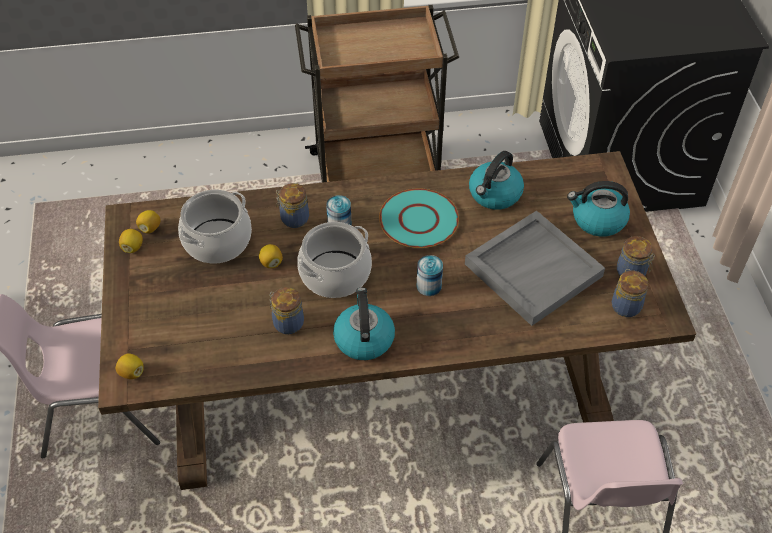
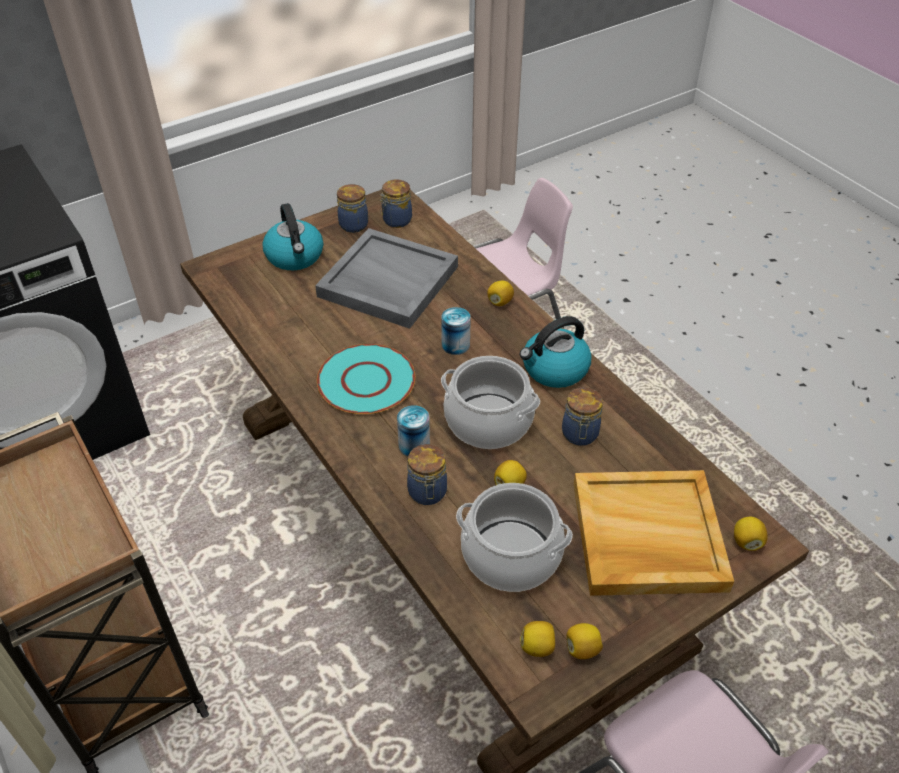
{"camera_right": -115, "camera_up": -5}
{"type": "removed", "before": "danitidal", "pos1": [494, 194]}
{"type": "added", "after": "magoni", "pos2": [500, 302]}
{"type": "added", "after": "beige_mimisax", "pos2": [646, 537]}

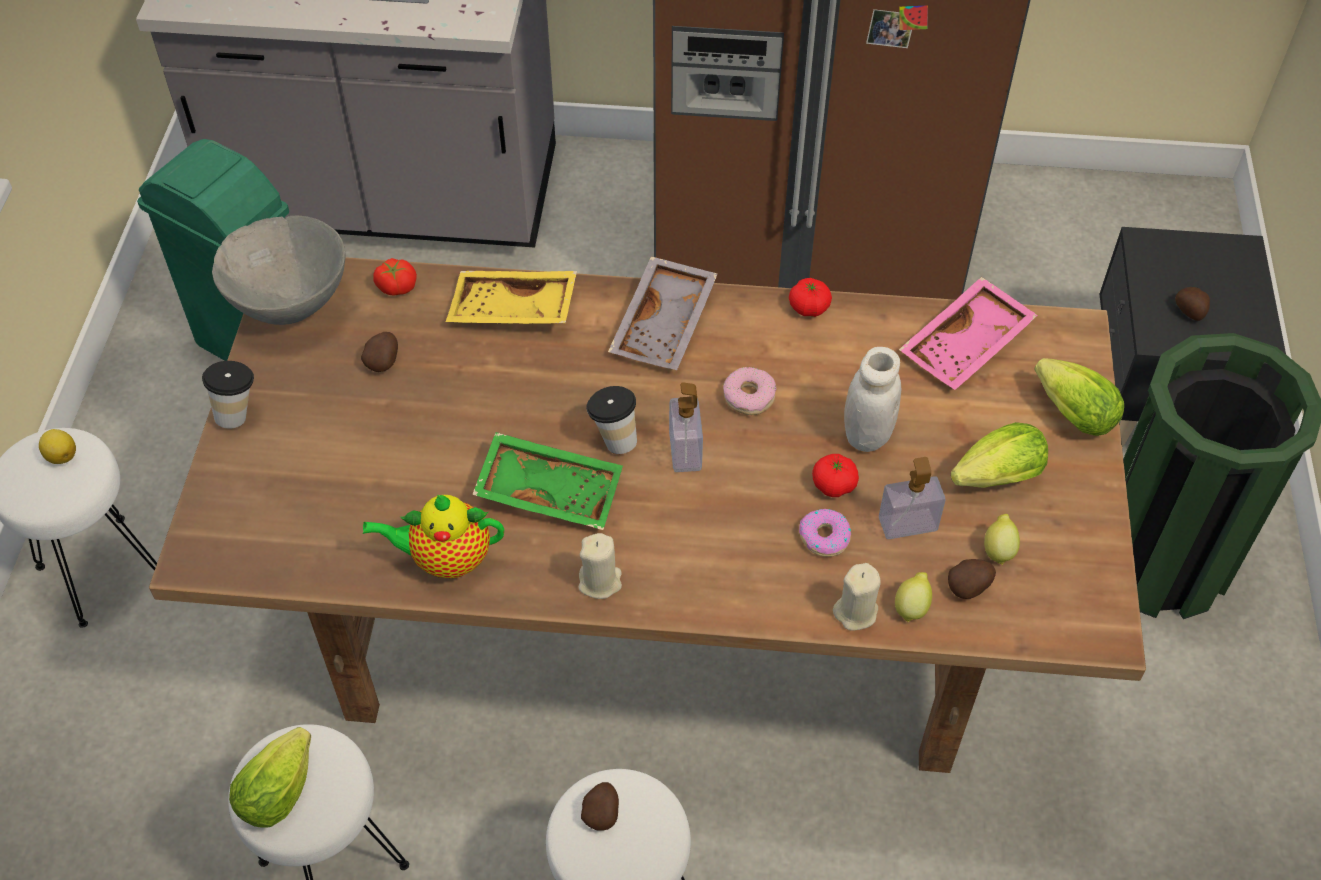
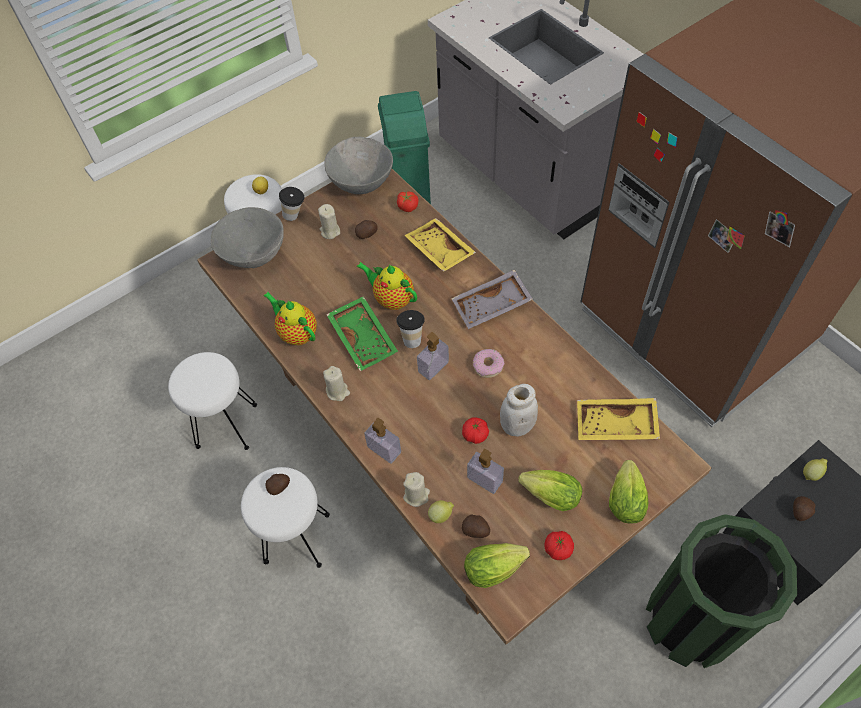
{"camera_right": 50, "camera_up": 5}
{"type": "recoloured", "before": "pink_mimisax", "after": "yellow_mimisax", "pos1": [967, 346], "pos2": [615, 426]}
{"type": "moved", "before": "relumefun", "pos1": [809, 307], "pos2": [558, 548]}
{"type": "removed", "before": "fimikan", "pos1": [824, 537]}
{"type": "moved", "before": "magoni", "pos1": [998, 550], "pos2": [811, 473]}
{"type": "moved", "before": "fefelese", "pos1": [281, 787], "pos2": [497, 567]}
{"type": "added", "after": "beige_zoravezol", "pos2": [330, 231]}
{"type": "added", "after": "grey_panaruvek", "pos2": [254, 257]}
{"type": "added", "after": "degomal", "pos2": [392, 299]}
{"type": "added", "after": "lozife", "pos2": [384, 449]}

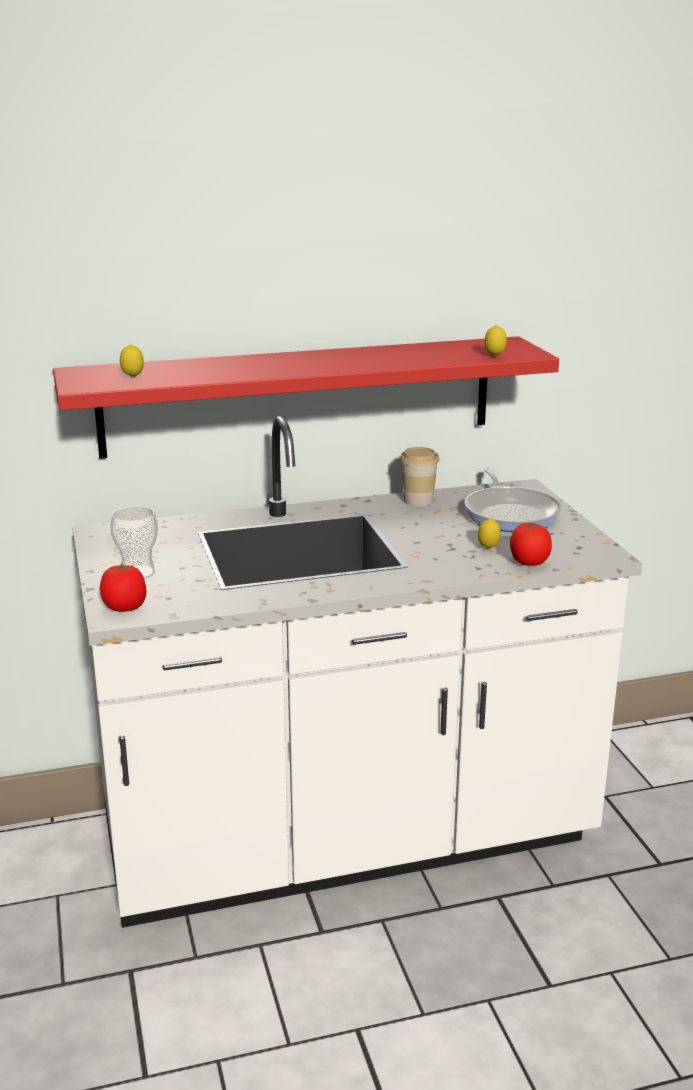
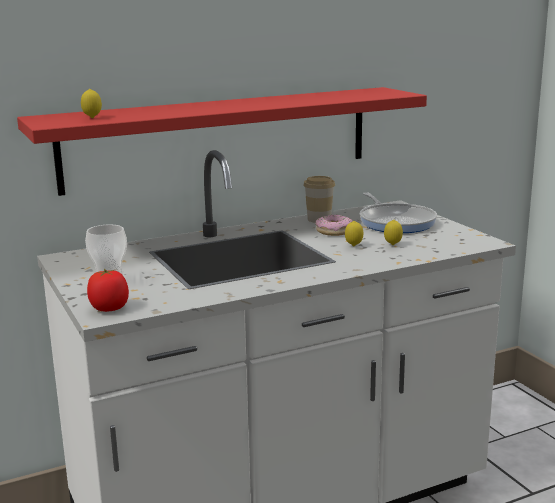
{"camera_right": -10, "camera_up": -5}
{"type": "moved", "before": "magoni", "pos1": [494, 356], "pos2": [353, 246]}
{"type": "removed", "before": "relumefun", "pos1": [528, 563]}
{"type": "added", "after": "fimikan", "pos2": [334, 231]}

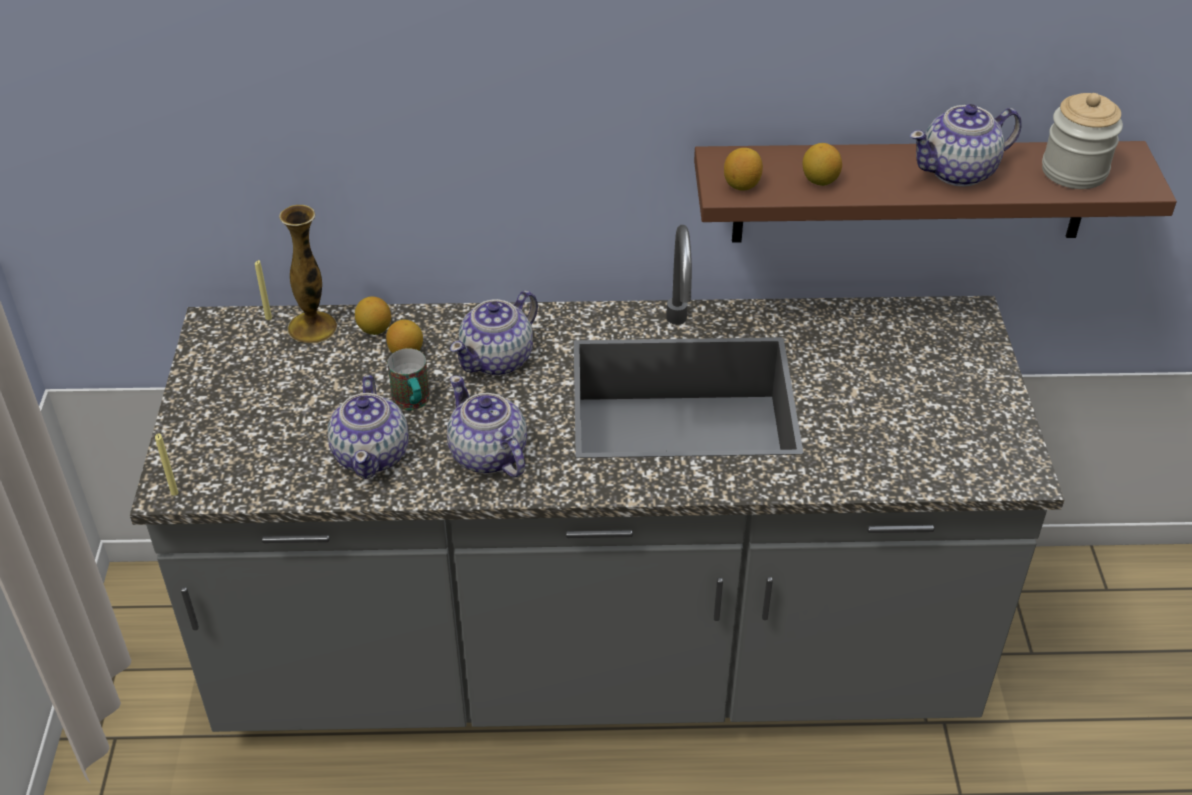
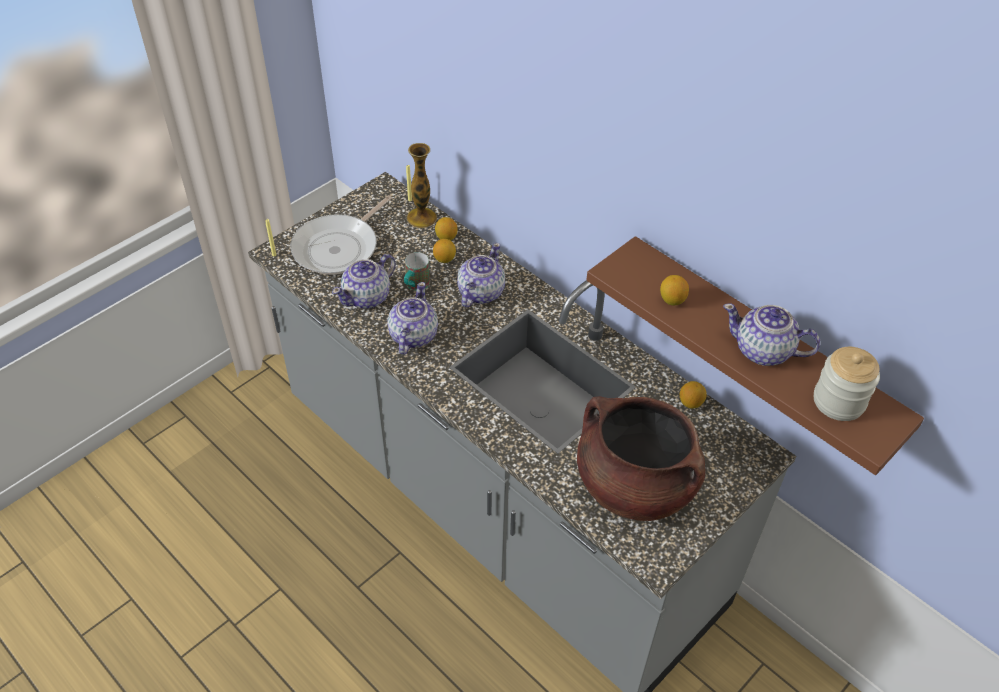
{"camera_right": 45, "camera_up": 5}
{"type": "moved", "before": "magoni", "pos1": [741, 185], "pos2": [690, 403]}
{"type": "turned", "before": "degomal", "pos1": [498, 359], "pos2": [480, 293], "turn": 120}
{"type": "added", "after": "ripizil", "pos2": [339, 247]}
{"type": "added", "after": "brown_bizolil", "pos2": [634, 485]}

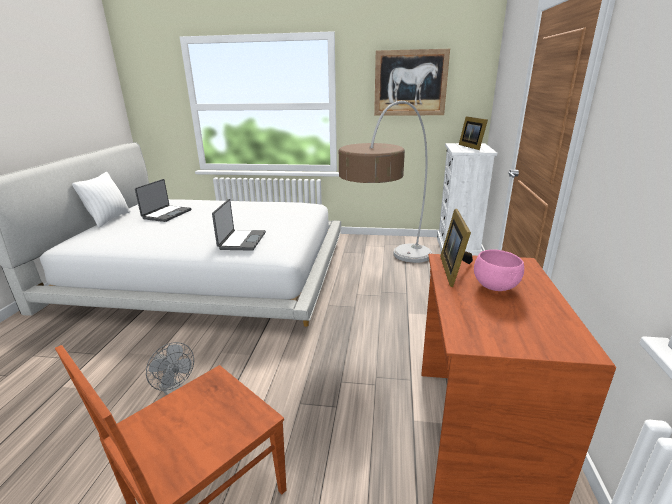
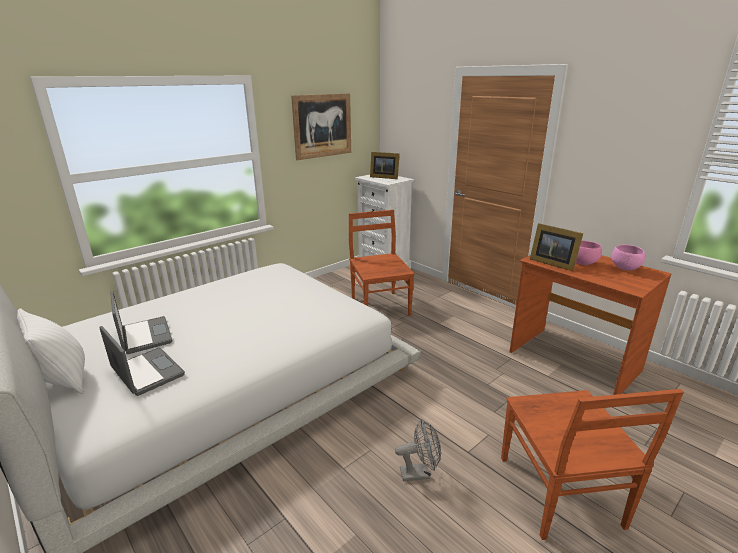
{"camera_right": -50, "camera_up": 0}
{"type": "replaced", "before": "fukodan", "after": "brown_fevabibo", "pos1": [388, 275], "pos2": [380, 305]}
{"type": "moved", "before": "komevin", "pos1": [241, 241], "pos2": [146, 373]}
{"type": "added", "after": "pink_panaruvek", "pos2": [626, 268]}

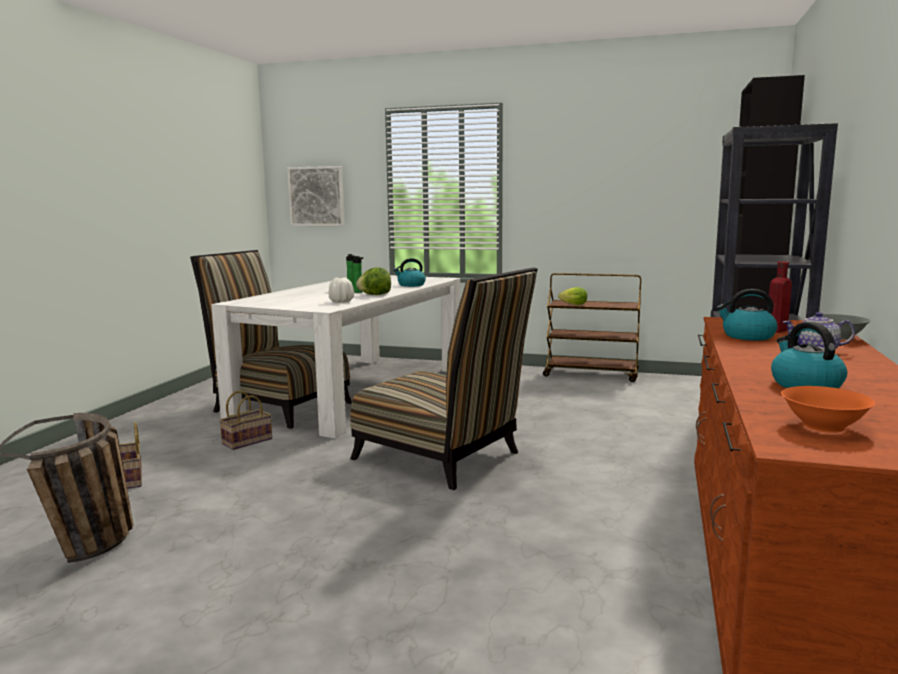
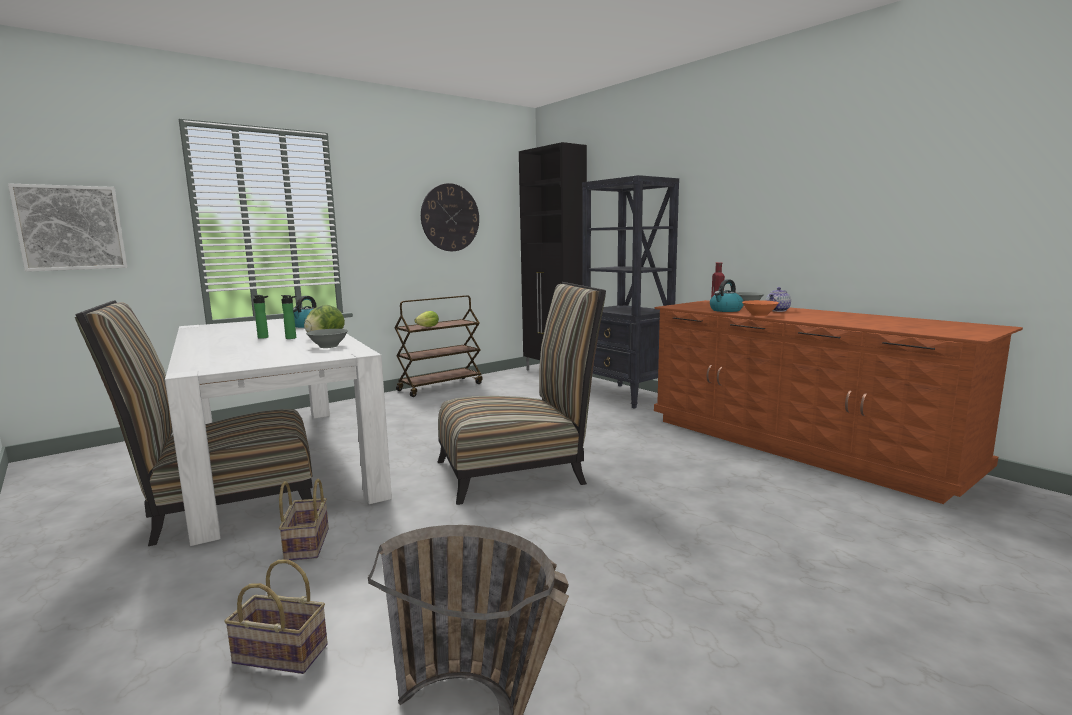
{"camera_right": -55, "camera_up": 0}
{"type": "replaced", "before": "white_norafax", "after": "grey_panaruvek", "pos1": [341, 301], "pos2": [329, 346]}
{"type": "removed", "before": "danitidal", "pos1": [805, 385]}
{"type": "moved", "before": "orange_panaruvek", "pos1": [825, 427], "pos2": [759, 315]}
{"type": "added", "after": "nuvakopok", "pos2": [450, 217]}

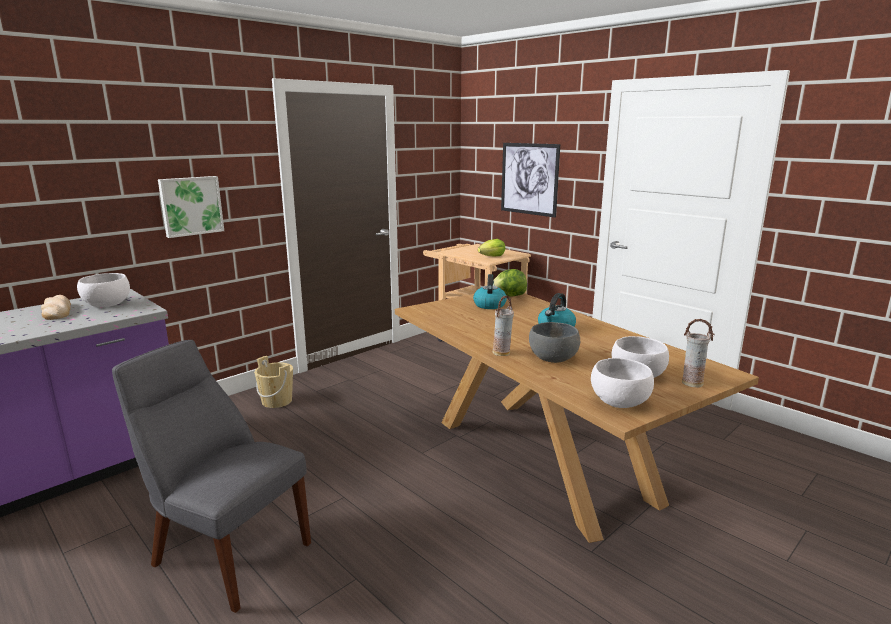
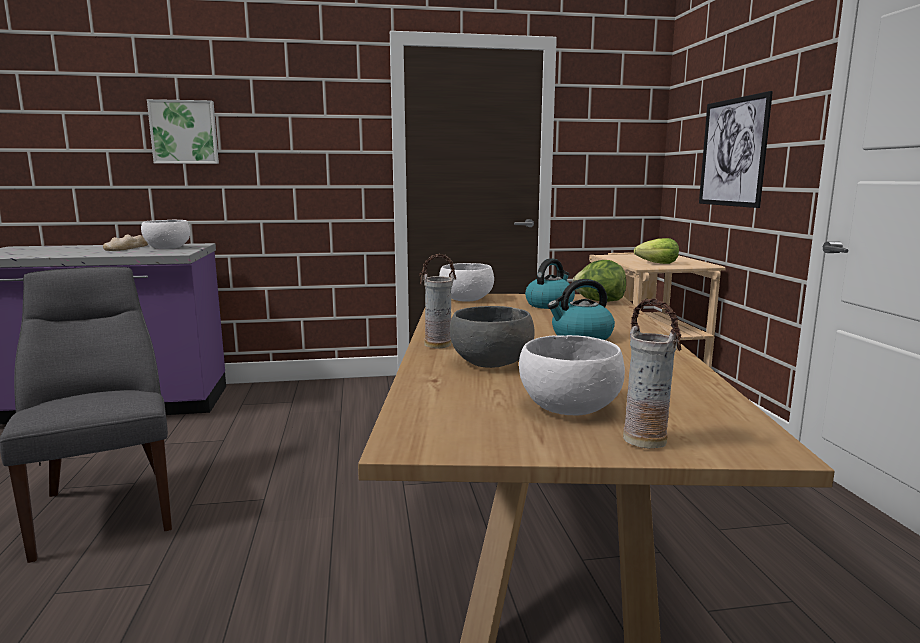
{"camera_right": 35, "camera_up": -5}
{"type": "moved", "before": "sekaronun", "pos1": [191, 206], "pos2": [184, 132]}
{"type": "removed", "before": "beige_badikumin", "pos1": [277, 401]}
{"type": "moved", "before": "white_panaruvek", "pos1": [619, 401], "pos2": [467, 299]}

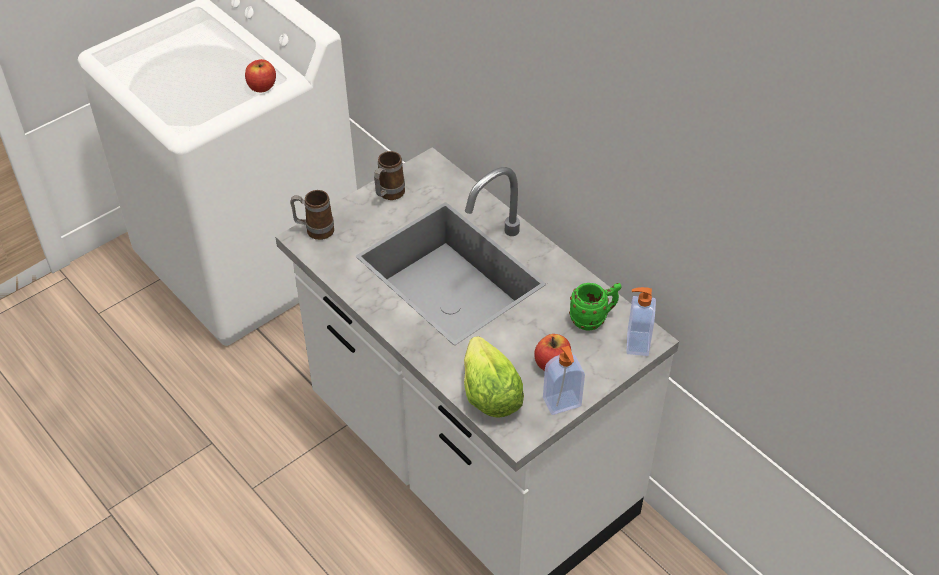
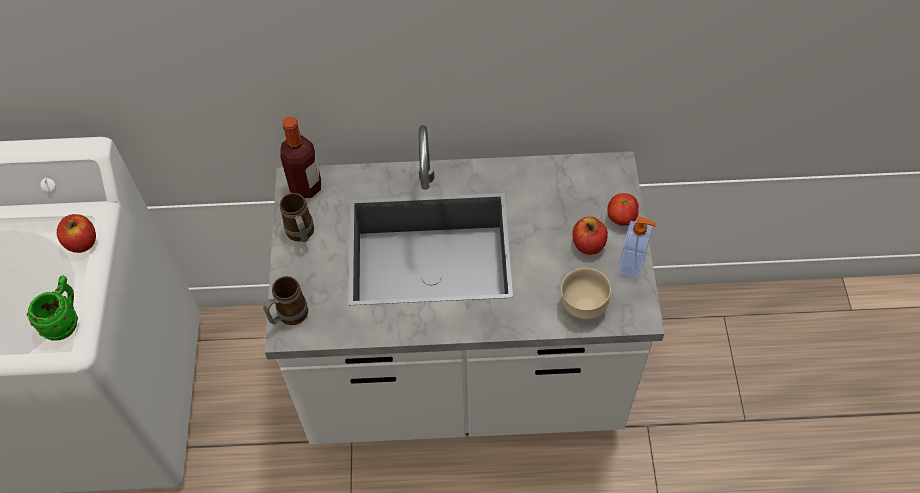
{"camera_right": -50, "camera_up": 10}
{"type": "moved", "before": "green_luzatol", "pos1": [593, 319], "pos2": [65, 321]}
{"type": "removed", "before": "lozife", "pos1": [636, 343]}
{"type": "replaced", "before": "fefelese", "after": "beige_panaruvek", "pos1": [489, 393], "pos2": [583, 306]}
{"type": "added", "after": "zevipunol", "pos2": [306, 187]}
{"type": "added", "after": "relumefun", "pos2": [621, 218]}

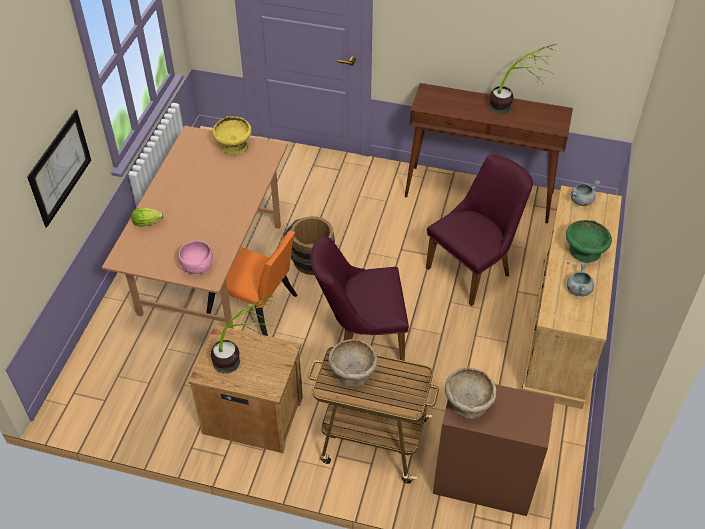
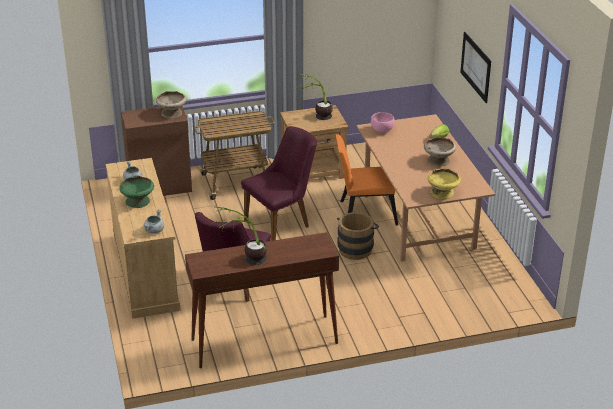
{"camera_right": 150, "camera_up": -15}
{"type": "moved", "before": "beige_panaruvek", "pos1": [352, 373], "pos2": [438, 160]}

